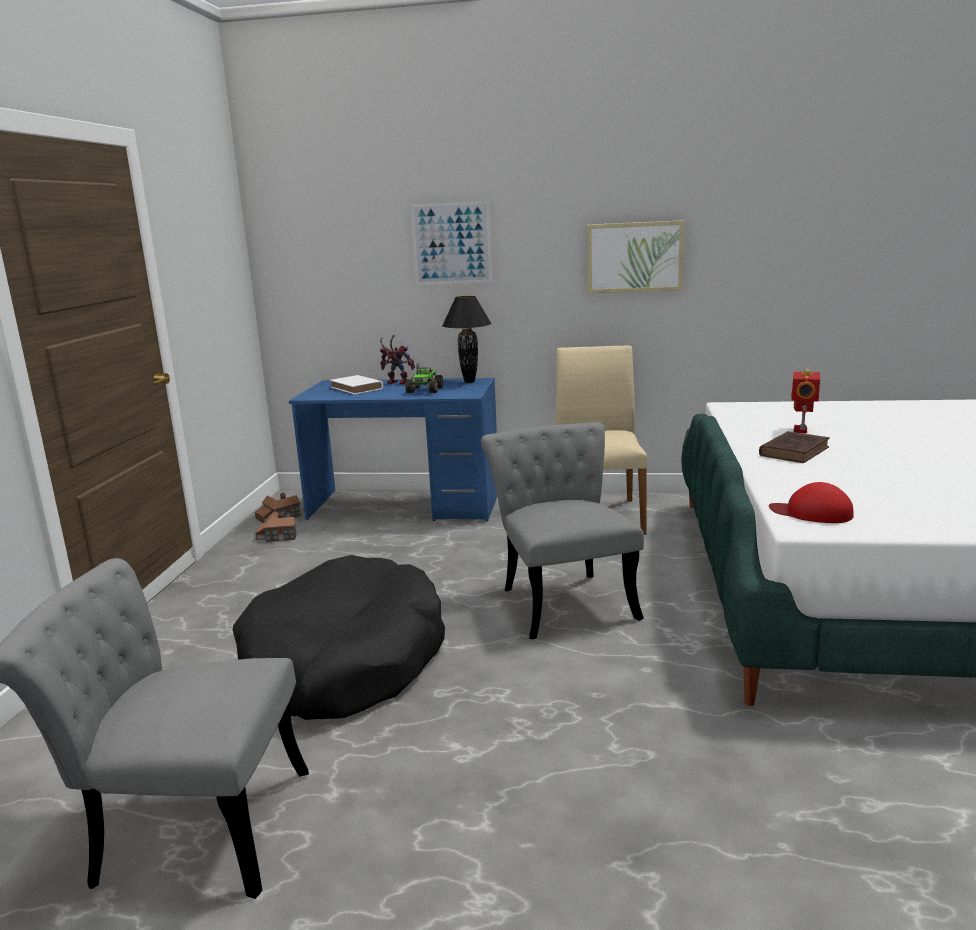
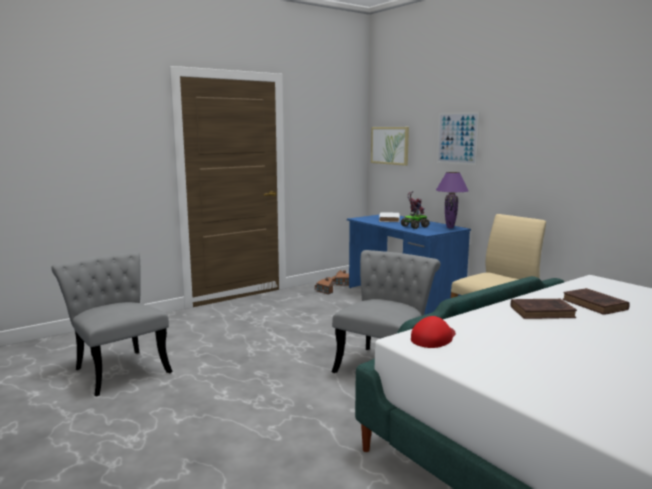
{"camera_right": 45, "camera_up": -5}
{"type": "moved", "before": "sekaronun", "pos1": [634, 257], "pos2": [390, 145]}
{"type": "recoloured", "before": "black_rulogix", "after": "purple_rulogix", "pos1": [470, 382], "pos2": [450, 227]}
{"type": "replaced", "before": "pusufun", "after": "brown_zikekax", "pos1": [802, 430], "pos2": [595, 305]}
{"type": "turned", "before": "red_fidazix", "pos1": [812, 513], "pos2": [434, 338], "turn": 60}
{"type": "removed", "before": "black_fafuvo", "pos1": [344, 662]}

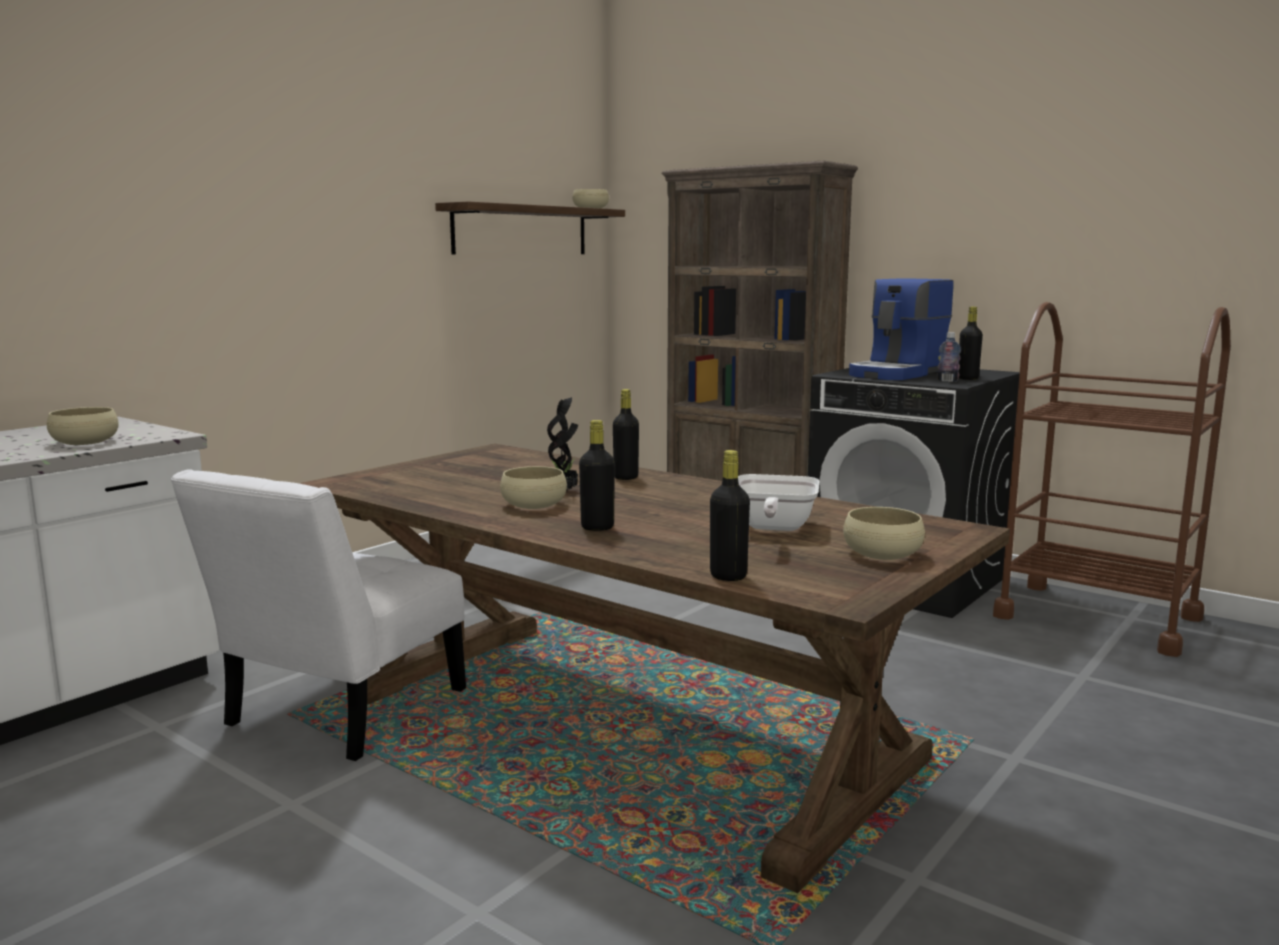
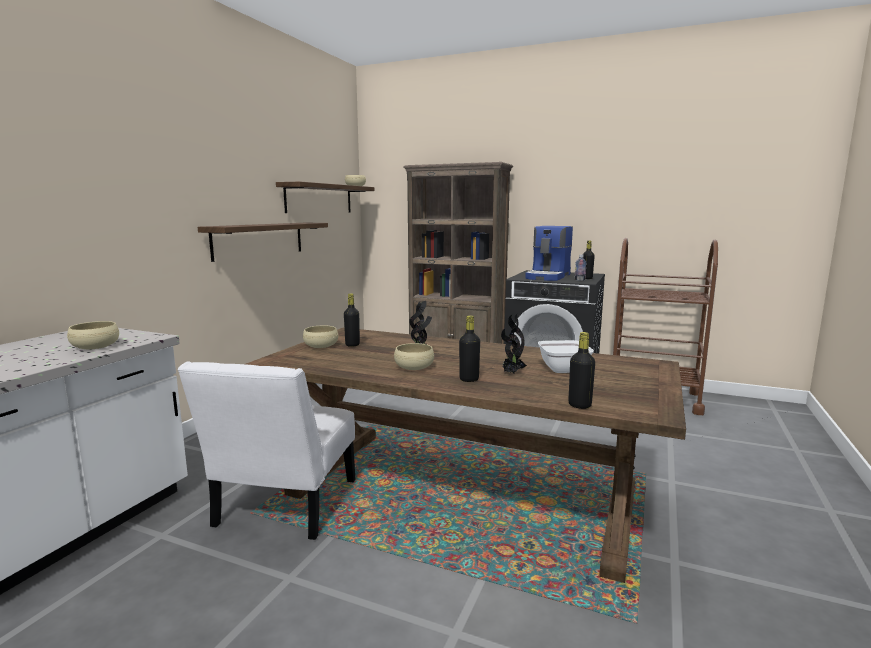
{"camera_right": -15, "camera_up": 0}
{"type": "moved", "before": "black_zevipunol", "pos1": [626, 477], "pos2": [352, 345]}
{"type": "moved", "before": "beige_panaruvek", "pos1": [882, 553], "pos2": [321, 345]}
{"type": "added", "after": "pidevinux", "pos2": [259, 240]}
{"type": "added", "after": "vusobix", "pos2": [511, 373]}

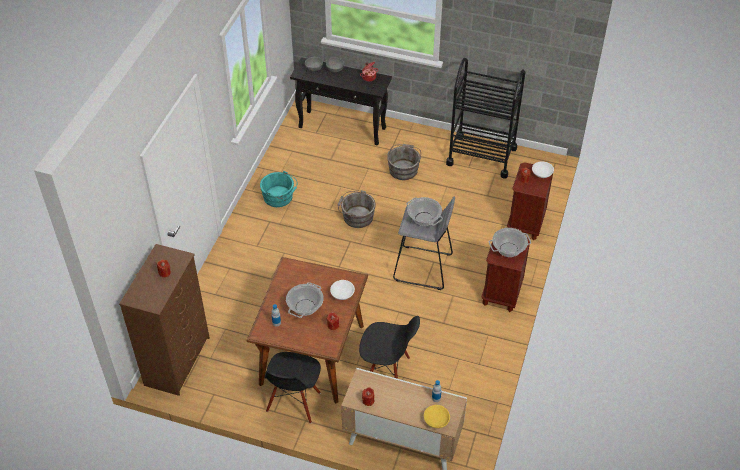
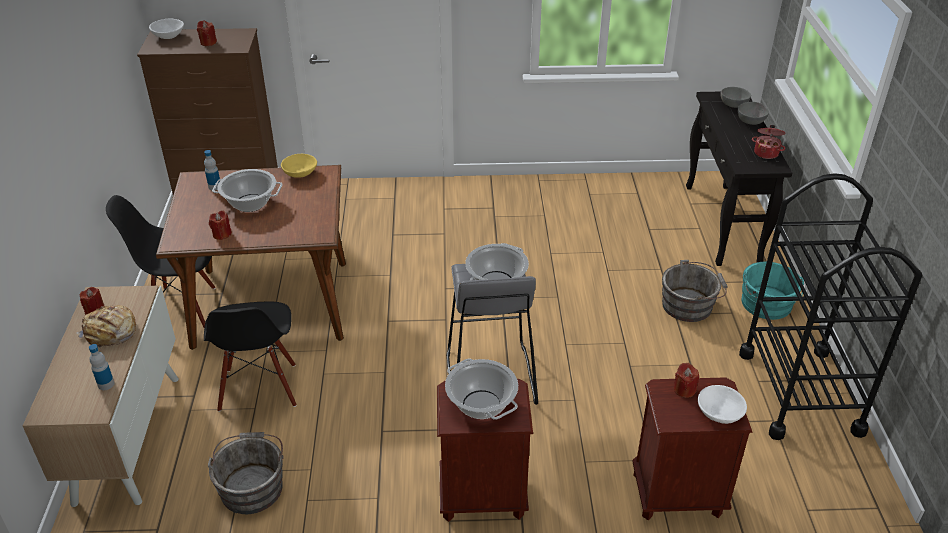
{"camera_right": 70, "camera_up": -10}
{"type": "moved", "before": "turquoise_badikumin", "pos1": [279, 197], "pos2": [766, 305]}
{"type": "moved", "before": "grey_badikumin", "pos1": [356, 216], "pos2": [252, 486]}
{"type": "moved", "before": "white_panaruvek", "pos1": [342, 294], "pos2": [168, 36]}
{"type": "moved", "before": "yellow_panaruvek", "pos1": [436, 421], "pos2": [300, 173]}
{"type": "added", "after": "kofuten", "pos2": [110, 333]}

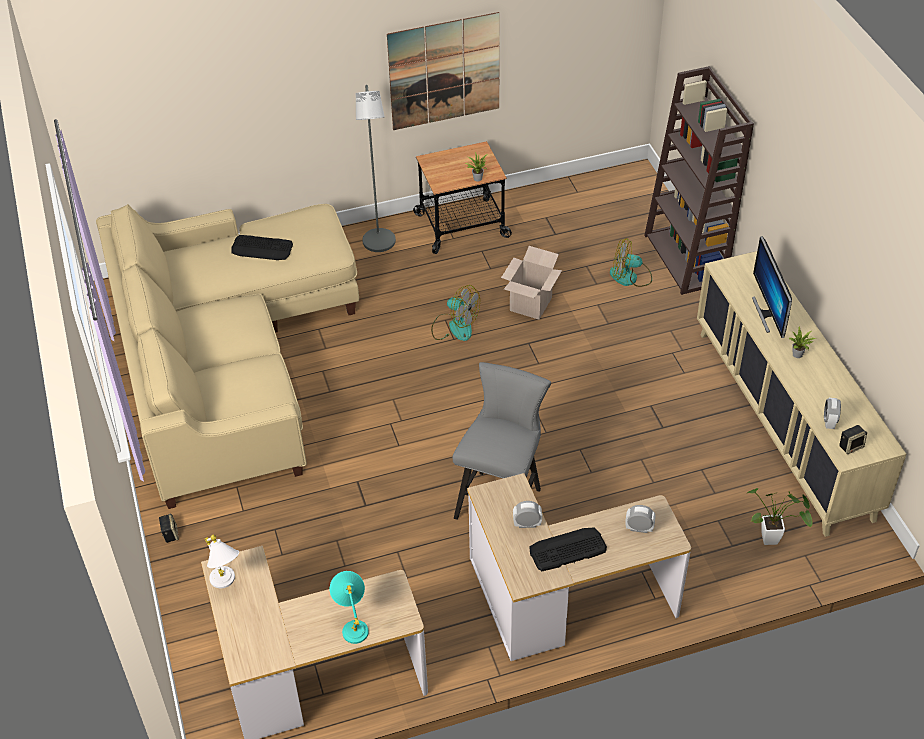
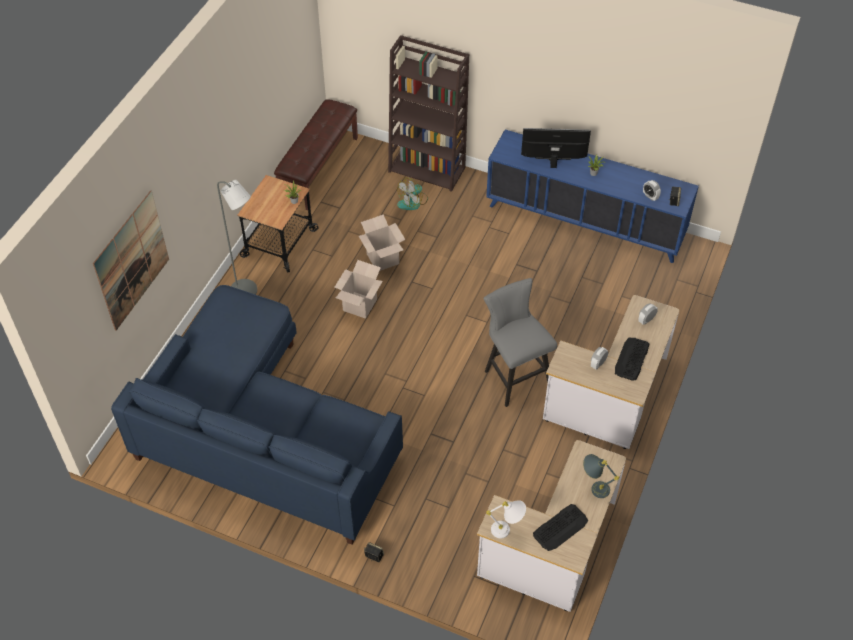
{"camera_right": -50, "camera_up": 5}
{"type": "moved", "before": "sekaronun", "pos1": [444, 71], "pos2": [132, 260]}
{"type": "recoloured", "before": "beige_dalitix", "after": "blue_dalitix", "pos1": [231, 363], "pos2": [262, 434]}
{"type": "moved", "before": "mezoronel", "pos1": [262, 248], "pos2": [560, 527]}
{"type": "turned", "before": "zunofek", "pos1": [768, 313], "pos2": [553, 162], "turn": 150}
{"type": "recoloured", "before": "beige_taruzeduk", "after": "blue_taruzeduk", "pos1": [783, 422], "pos2": [585, 221]}
{"type": "replaced", "before": "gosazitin", "after": "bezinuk", "pos1": [454, 326], "pos2": [360, 305]}
{"type": "removed", "before": "vusobix", "pos1": [774, 539]}
{"type": "recoloured", "before": "turquoise_rulogix", "after": "grey_rulogix", "pos1": [353, 624], "pos2": [593, 487]}
{"type": "added", "after": "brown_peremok", "pos2": [318, 168]}

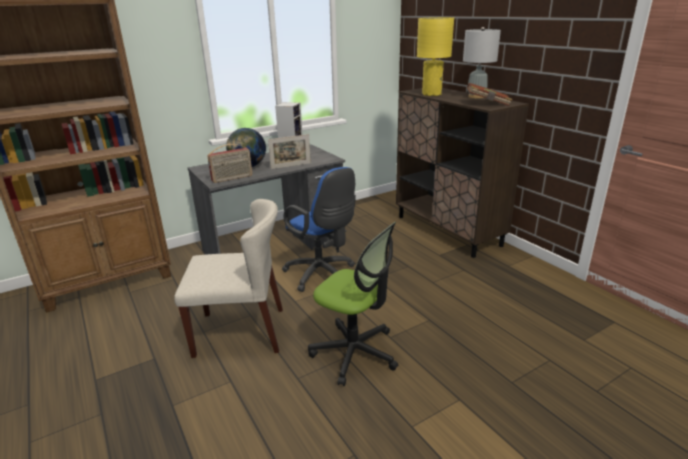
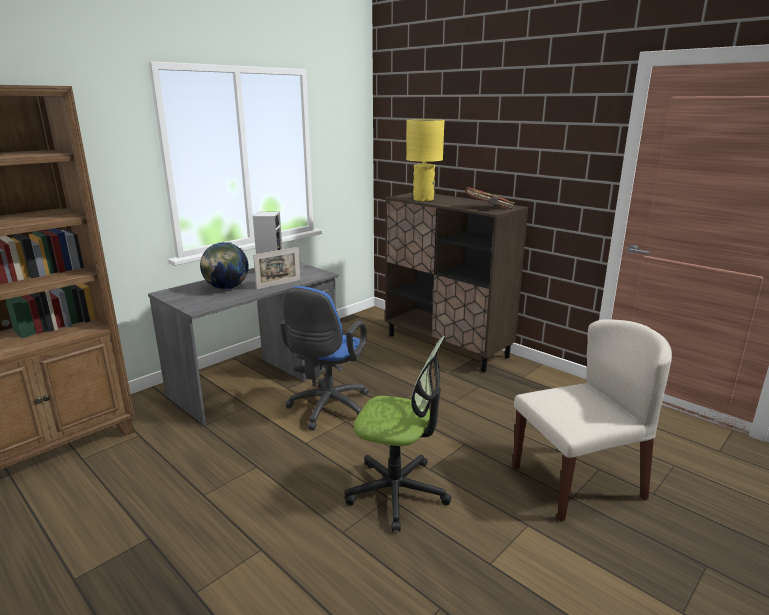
{"camera_right": -15, "camera_up": -5}
{"type": "removed", "before": "grey_rulogix", "pos1": [476, 96]}
{"type": "removed", "before": "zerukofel", "pos1": [232, 178]}
{"type": "turned", "before": "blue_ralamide", "pos1": [322, 275], "pos2": [327, 409], "turn": 75}
{"type": "moved", "before": "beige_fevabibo", "pos1": [241, 331], "pos2": [578, 481]}

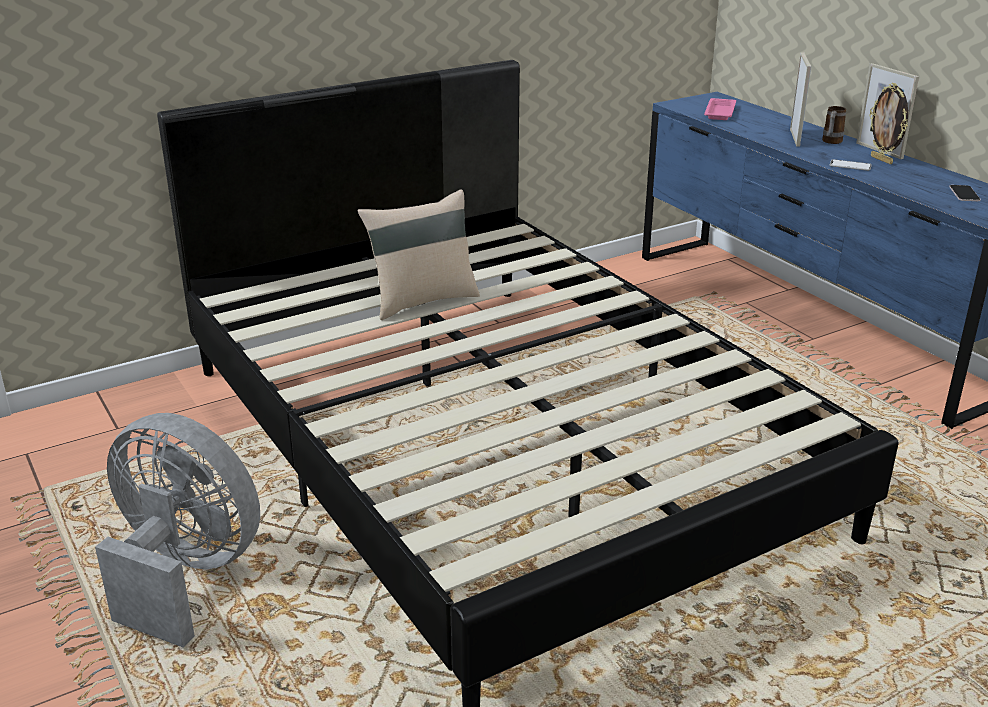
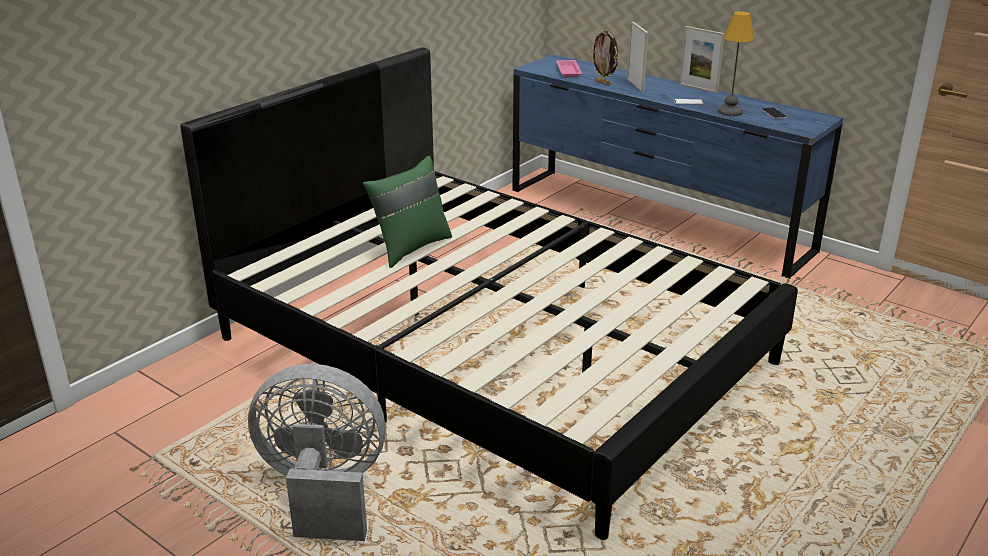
{"camera_right": -20, "camera_up": 0}
{"type": "moved", "before": "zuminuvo", "pos1": [882, 160], "pos2": [603, 83]}
{"type": "removed", "before": "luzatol", "pos1": [831, 142]}
{"type": "recoloured", "before": "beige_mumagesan", "after": "green_mumagesan", "pos1": [422, 300], "pos2": [410, 247]}
{"type": "added", "after": "rulogix", "pos2": [730, 112]}

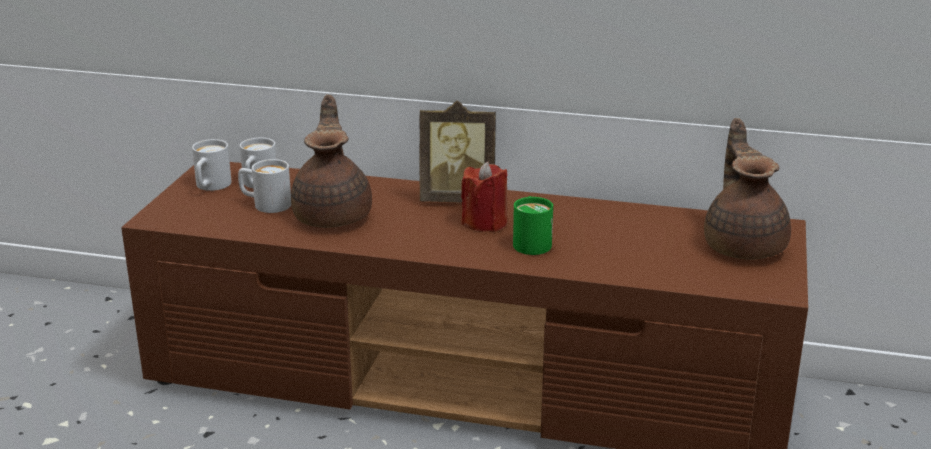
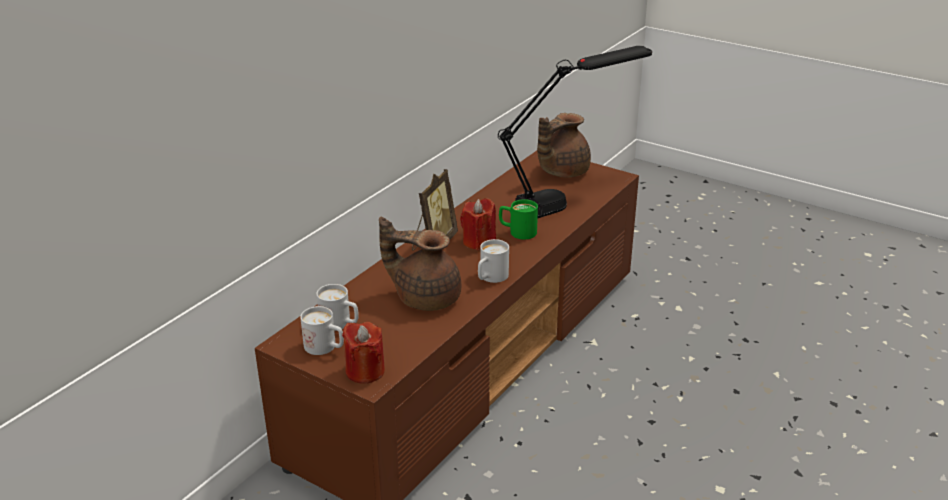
{"camera_right": -70, "camera_up": 5}
{"type": "turned", "before": "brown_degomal", "pos1": [744, 245], "pos2": [561, 171], "turn": -60}
{"type": "moved", "before": "white_luzatol", "pos1": [265, 204], "pos2": [490, 278]}
{"type": "added", "after": "black_rulogix", "pos2": [570, 198]}
{"type": "added", "after": "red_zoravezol", "pos2": [365, 371]}

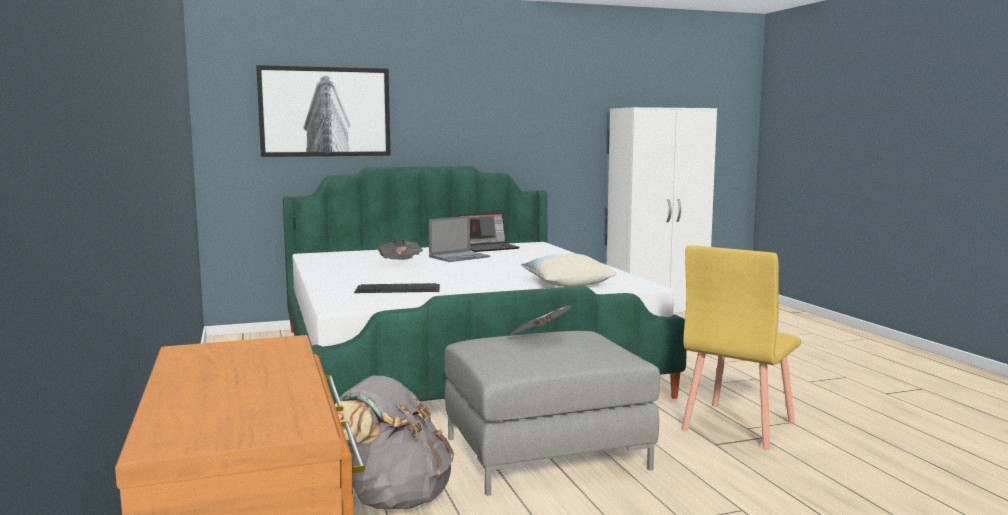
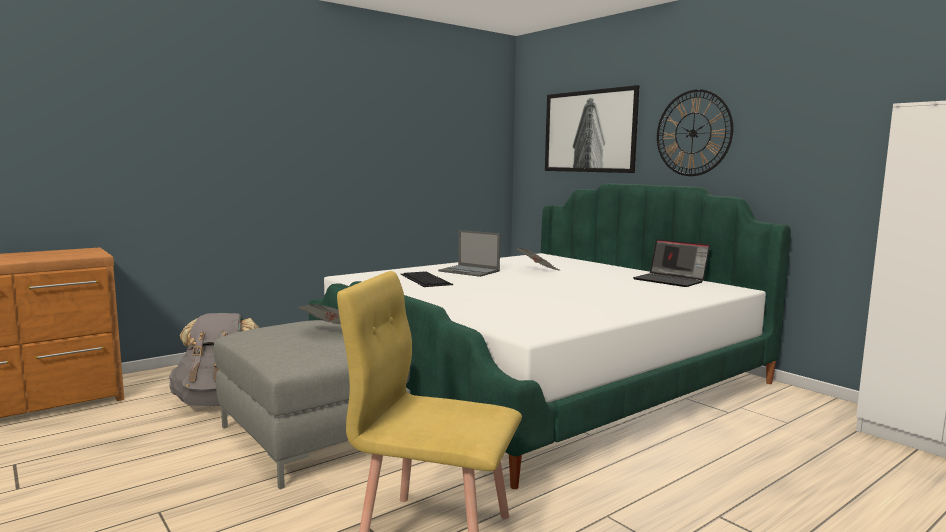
{"camera_right": 70, "camera_up": 0}
{"type": "moved", "before": "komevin", "pos1": [460, 257], "pos2": [470, 271]}
{"type": "removed", "before": "mumagesan", "pos1": [566, 284]}
{"type": "added", "after": "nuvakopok", "pos2": [693, 133]}

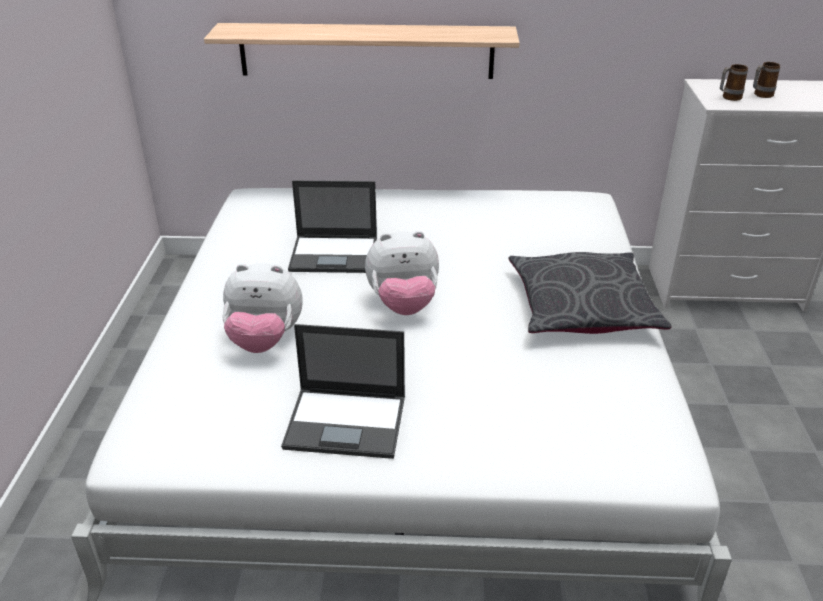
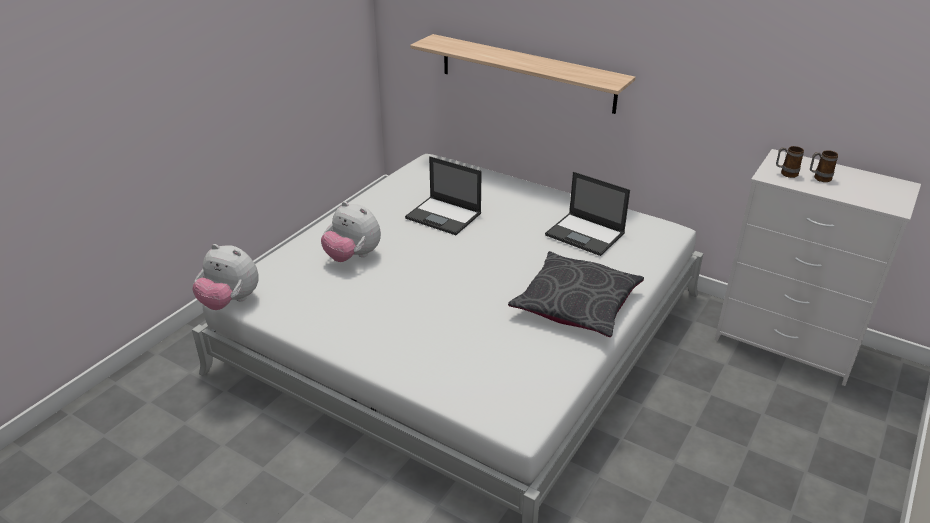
{"camera_right": 30, "camera_up": 0}
{"type": "moved", "before": "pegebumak", "pos1": [403, 305], "pos2": [230, 302]}
{"type": "moved", "before": "komevin", "pos1": [347, 422], "pos2": [586, 234]}

